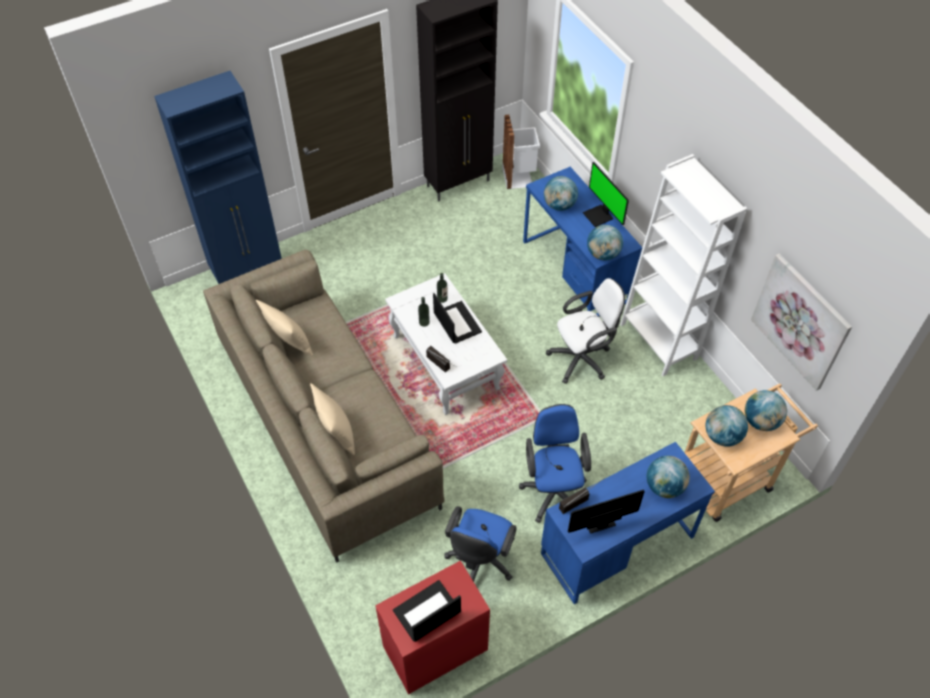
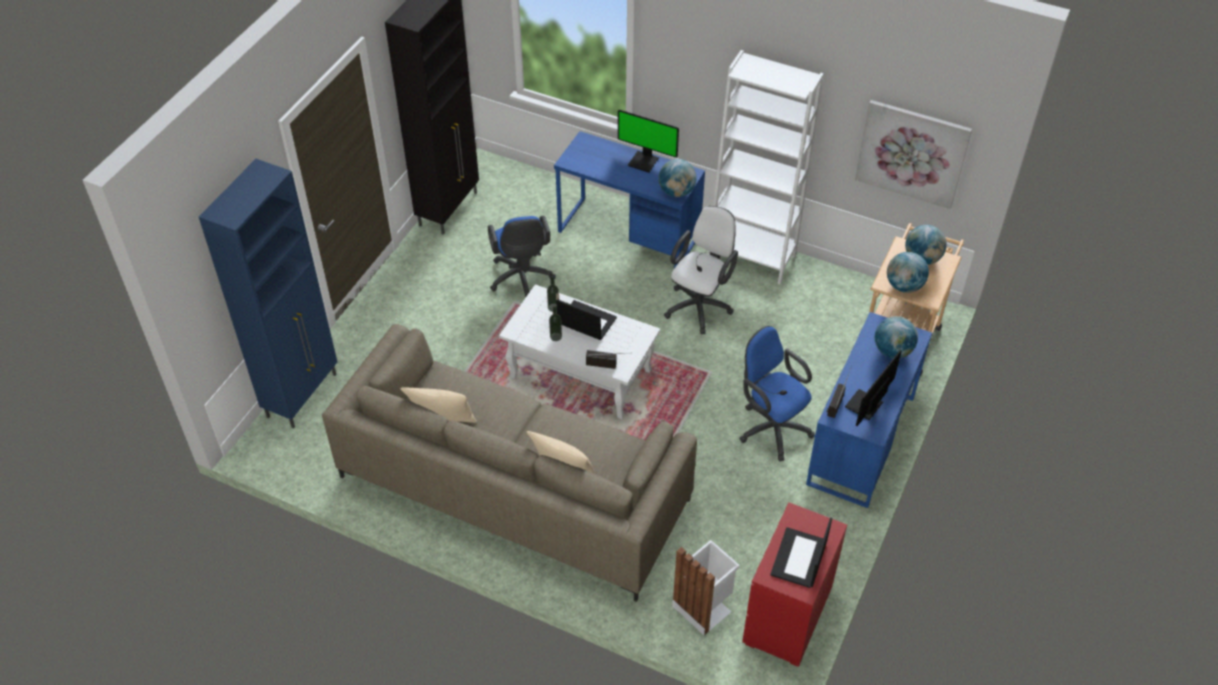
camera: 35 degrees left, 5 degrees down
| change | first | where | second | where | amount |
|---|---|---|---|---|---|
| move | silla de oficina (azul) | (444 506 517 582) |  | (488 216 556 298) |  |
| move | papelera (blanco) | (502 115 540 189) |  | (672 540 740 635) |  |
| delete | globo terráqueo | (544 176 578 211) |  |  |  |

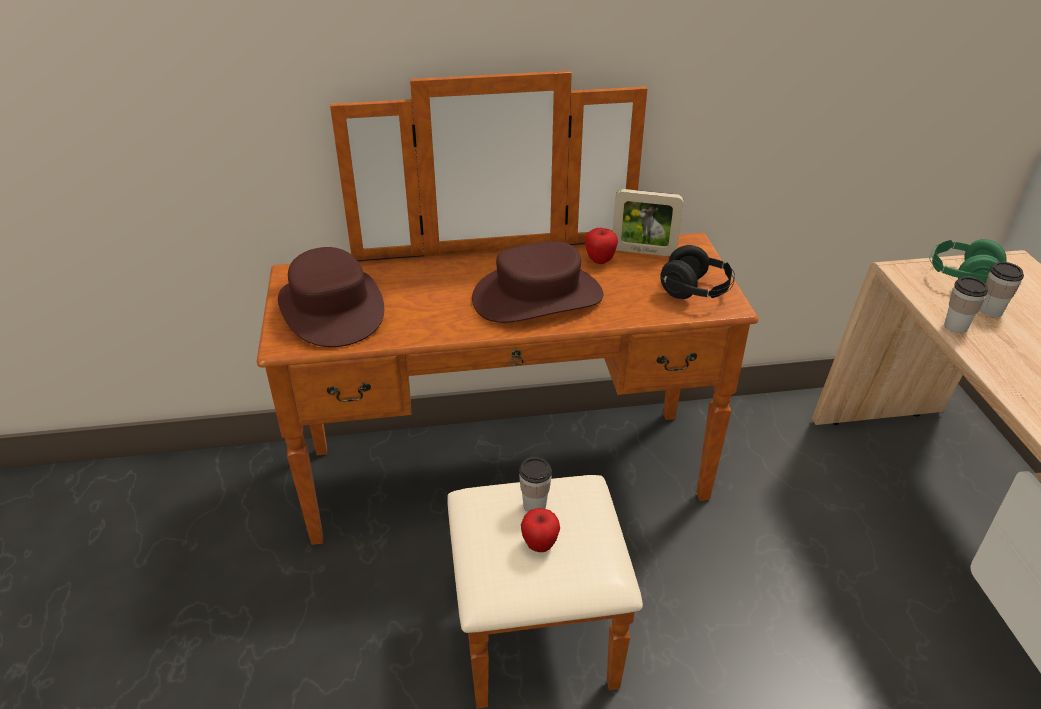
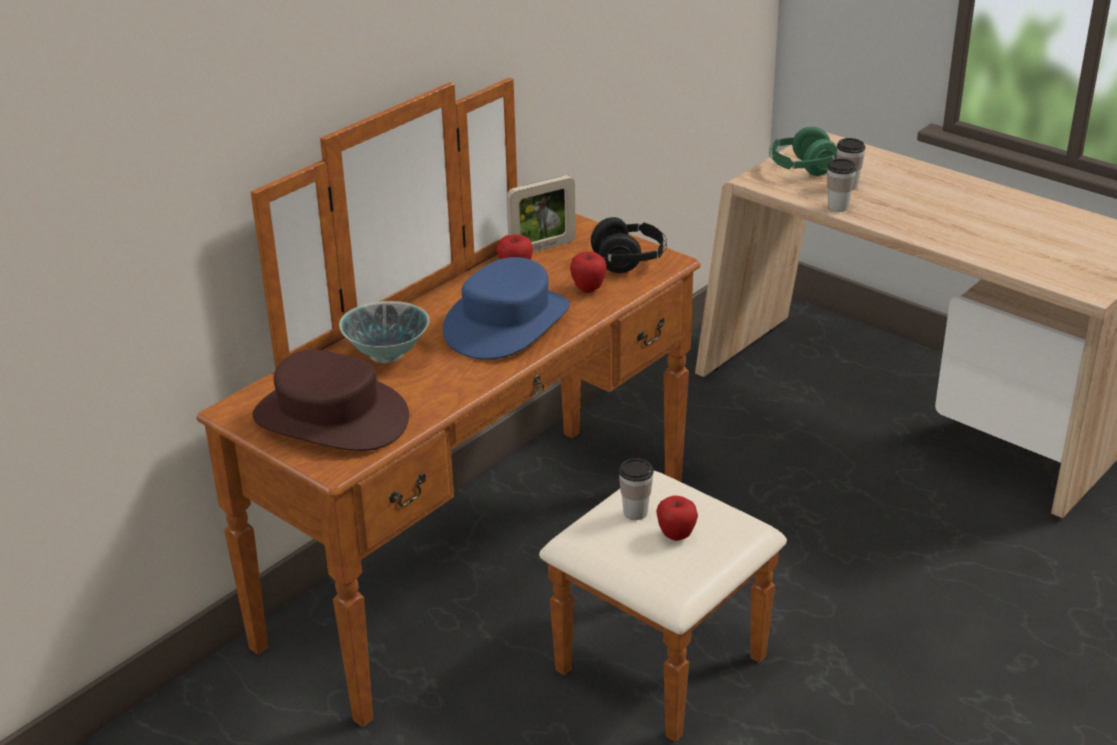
camera: 40 degrees left, 5 degrees down
| change | first | where | second | where | amount |
|---|---|---|---|---|---|
| recolor | sombrero (marrón) | (472 241 603 323) | sombrero (azul) | (443 257 570 360) |  |
| insert |  |  | cuenco | (339 301 429 363) |  |
| insert |  |  | manzana | (570 251 607 293) |  |

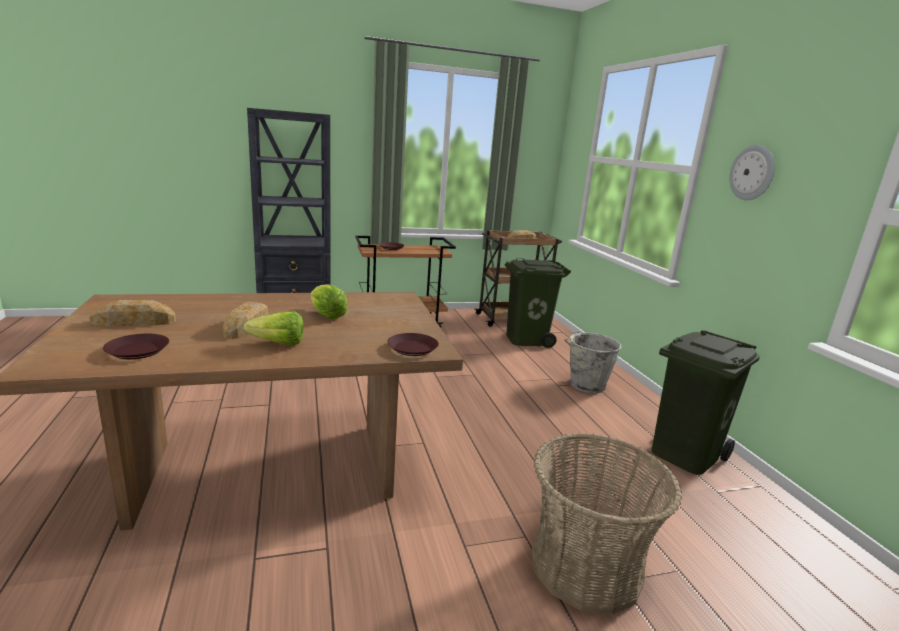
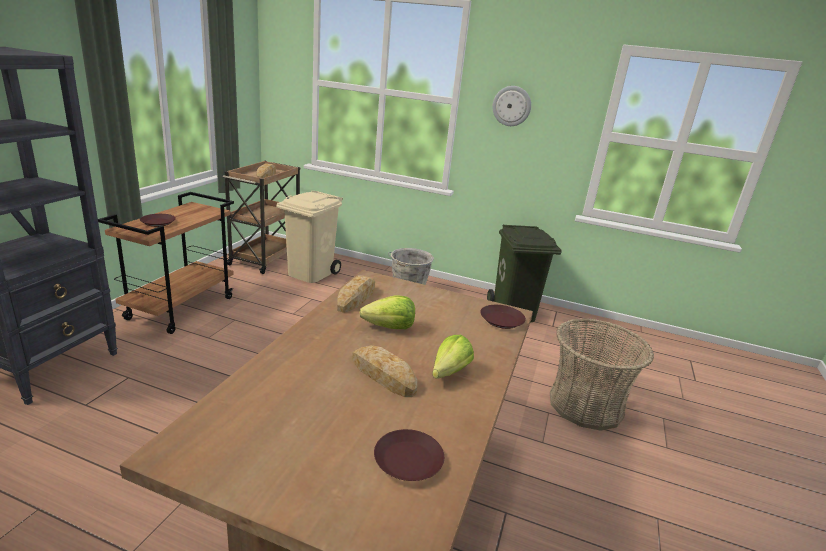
camera: 55 degrees left, 5 degrees up
| change | first | where | second | where | amount |
|---|---|---|---|---|---|
| move | pan | (89 300 176 326) |  | (337 275 375 313) |  |
| recolor | papelera (verde) | (505 258 571 348) | papelera (beis) | (277 191 343 283) |  |

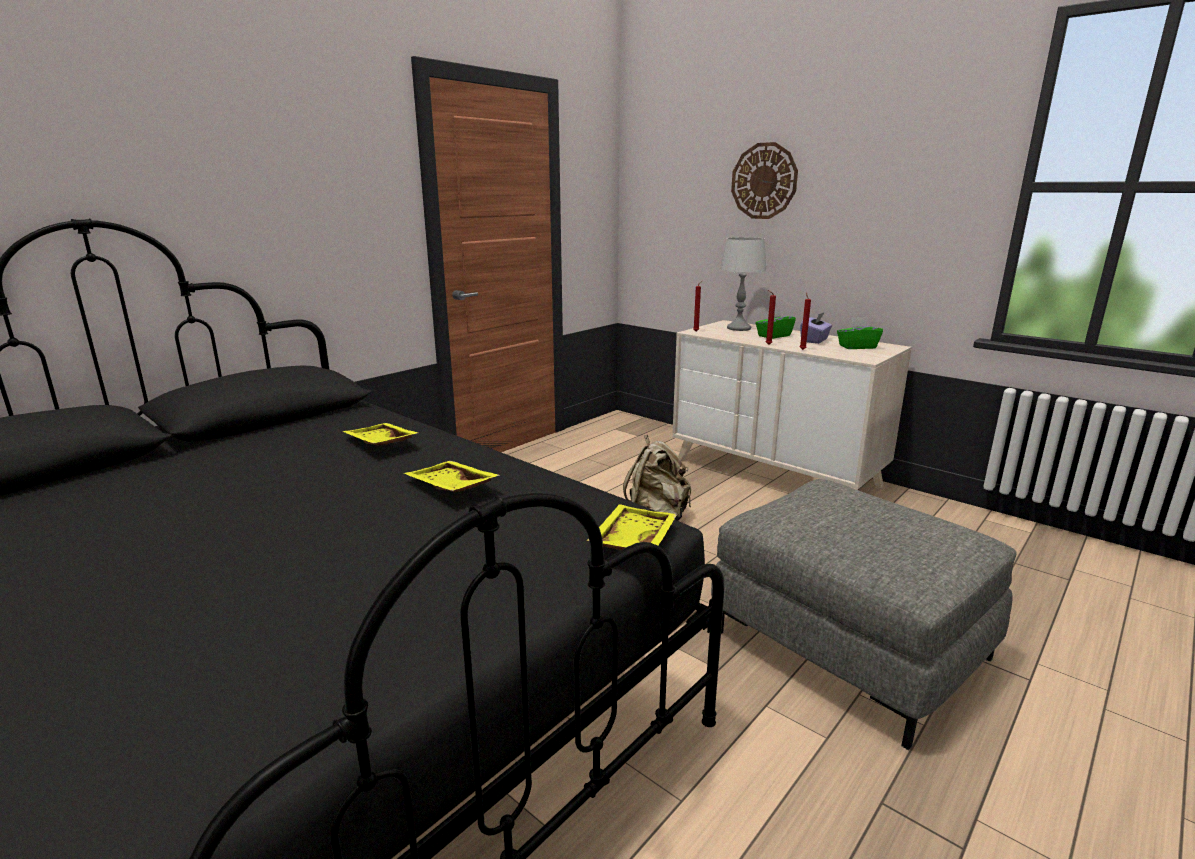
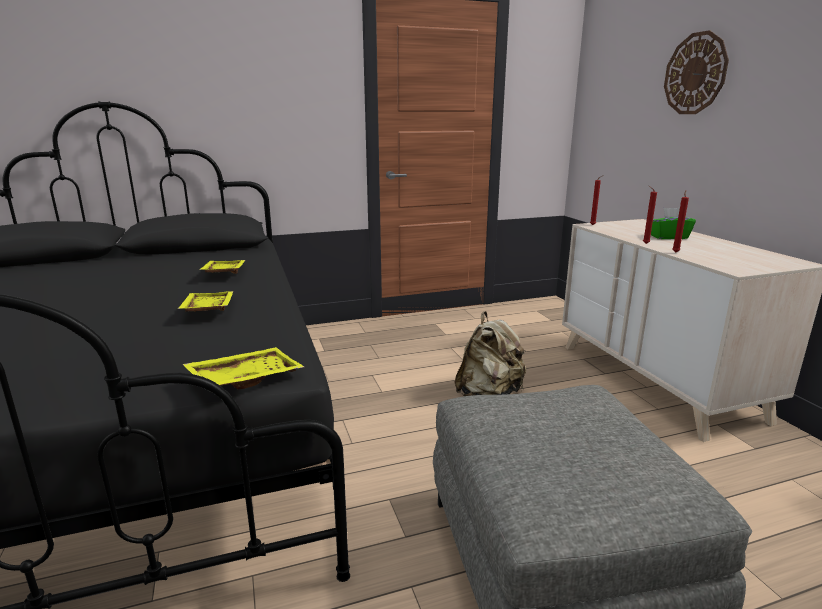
camera: 30 degrees right, 0 degrees up
| change | first | where | second | where | amount |
|---|---|---|---|---|---|
| delete | lámpara de mesa (gris) | (720 237 767 331) |  |  |  |
| delete | caja de pañuelos (morado) | (800 312 832 344) |  |  |  |
| delete | caja de pañuelos (verde) | (837 317 883 349) |  |  |  |

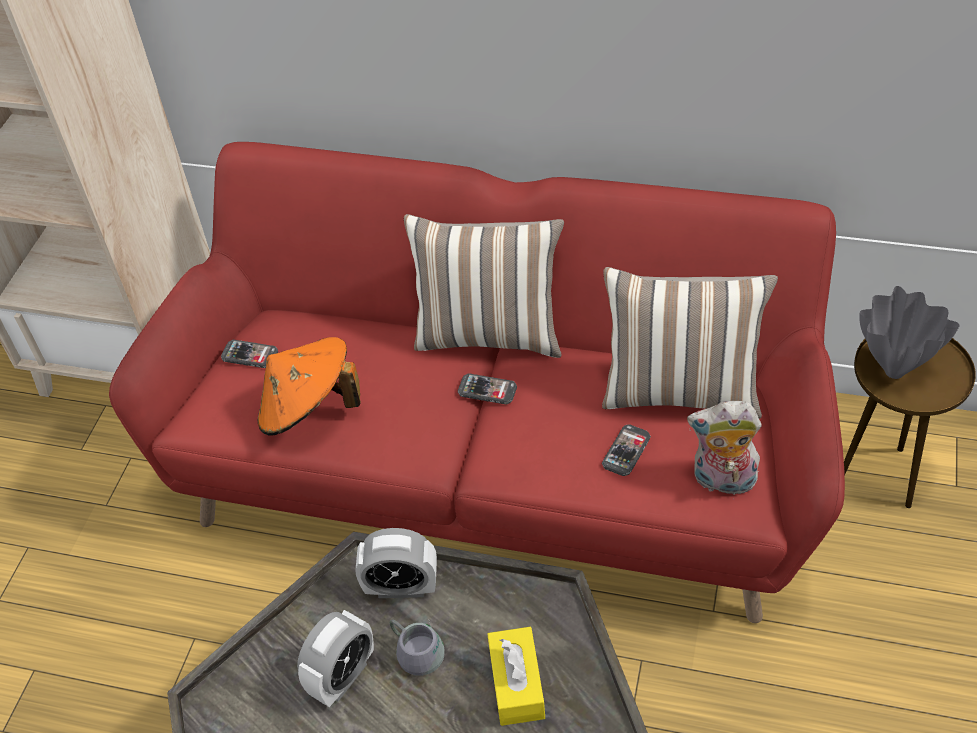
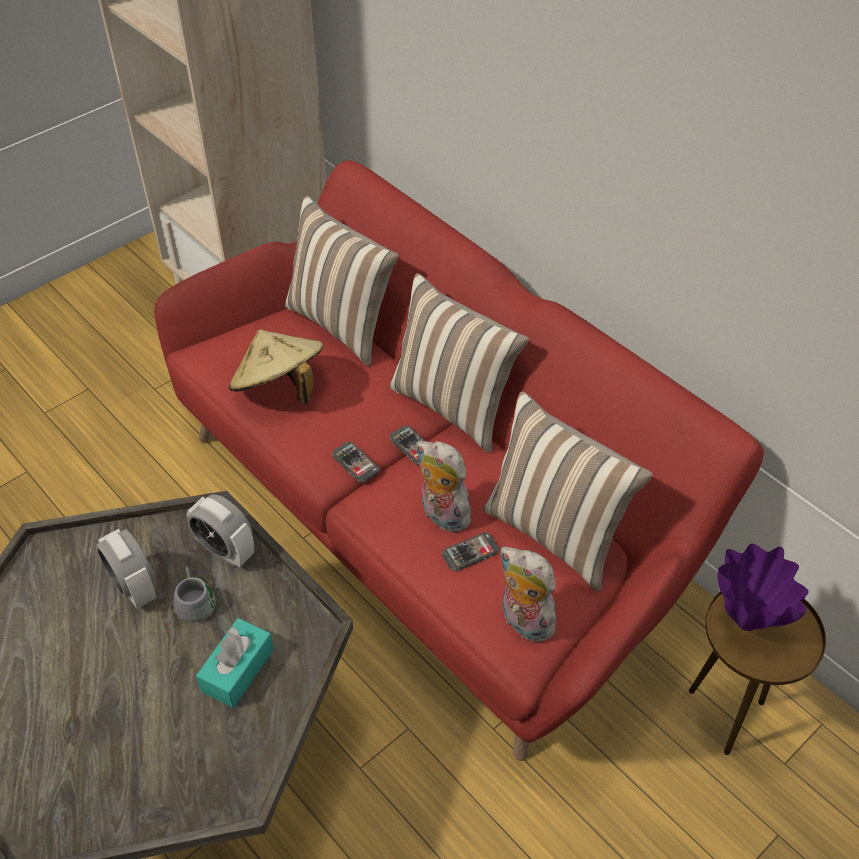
camera: 30 degrees right, 0 degrees up
| change | first | where | second | where | amount |
|---|---|---|---|---|---|
| move | móvil | (221 340 278 368) |  | (332 442 380 483) |  |
| recolor | sombrero (naranja) | (258 337 361 436) | sombrero (beis) | (229 329 323 404) |  |
| rotate | despertador | (297 610 374 707) |  | (96 529 157 609) | 75 degrees clockwise |
| recolor | caja de pañuelos (amarillo) | (487 627 545 726) | caja de pañuelos (turquesa) | (196 618 274 708) |  |
| recolor | florero (gris) | (860 286 960 379) | florero (morado) | (718 544 809 631) |  |
| insert |  |  | cojín | (285 196 399 367) |  |
| insert |  |  | peluche | (416 441 475 532) |  |

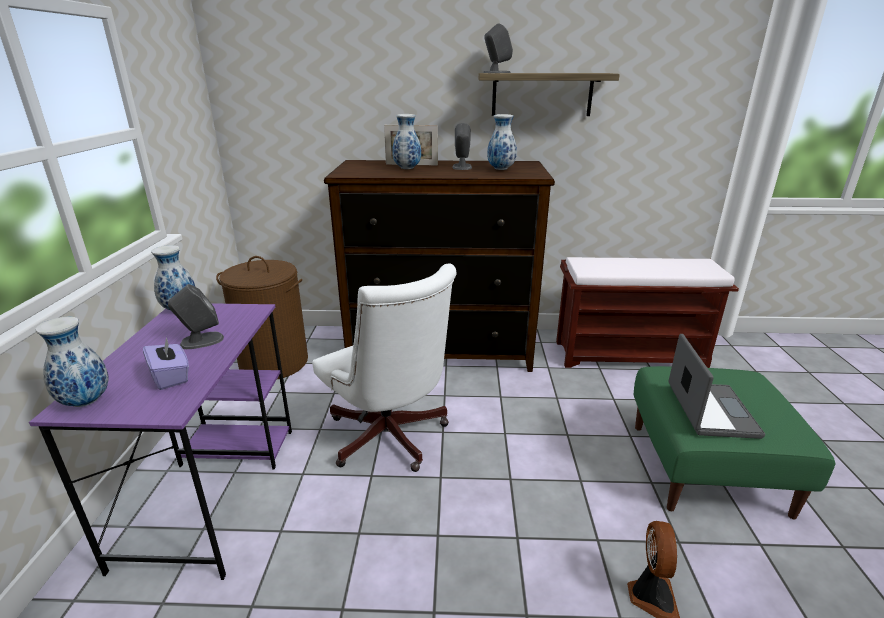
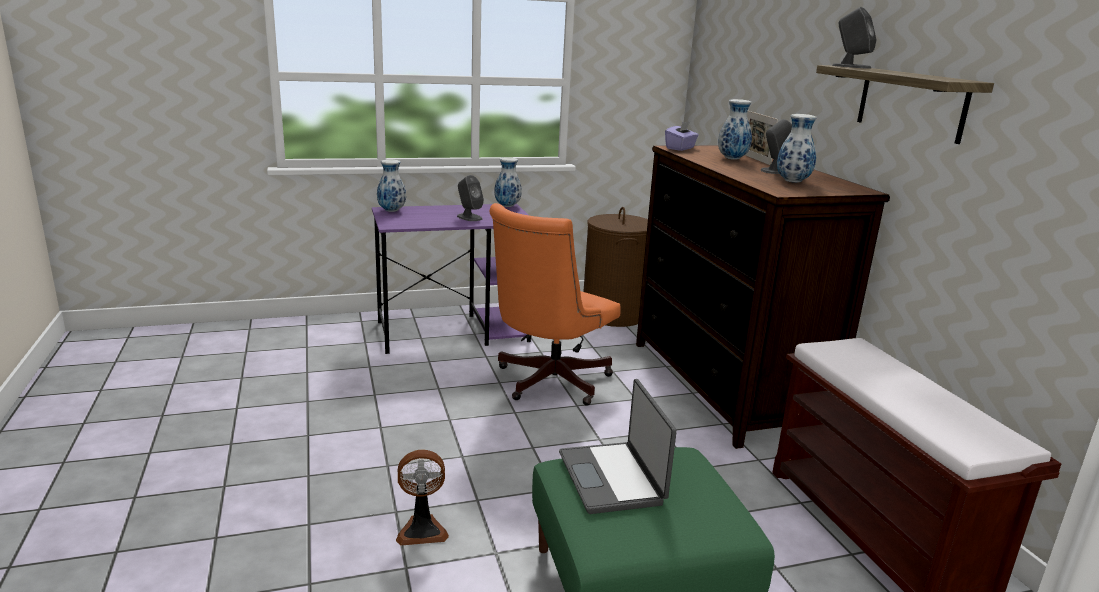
camera: 70 degrees right, 5 degrees down
| change | first | where | second | where | amount |
|---|---|---|---|---|---|
| move | caja de pañuelos (morado) | (143 336 189 390) |  | (665 121 699 151) |  |
| recolor | silla de oficina (blanco) | (312 263 457 472) | silla de oficina (naranja) | (490 203 621 406) |  |
| rotate | portátil | (669 334 765 439) |  | (559 379 677 514) | 90 degrees clockwise |

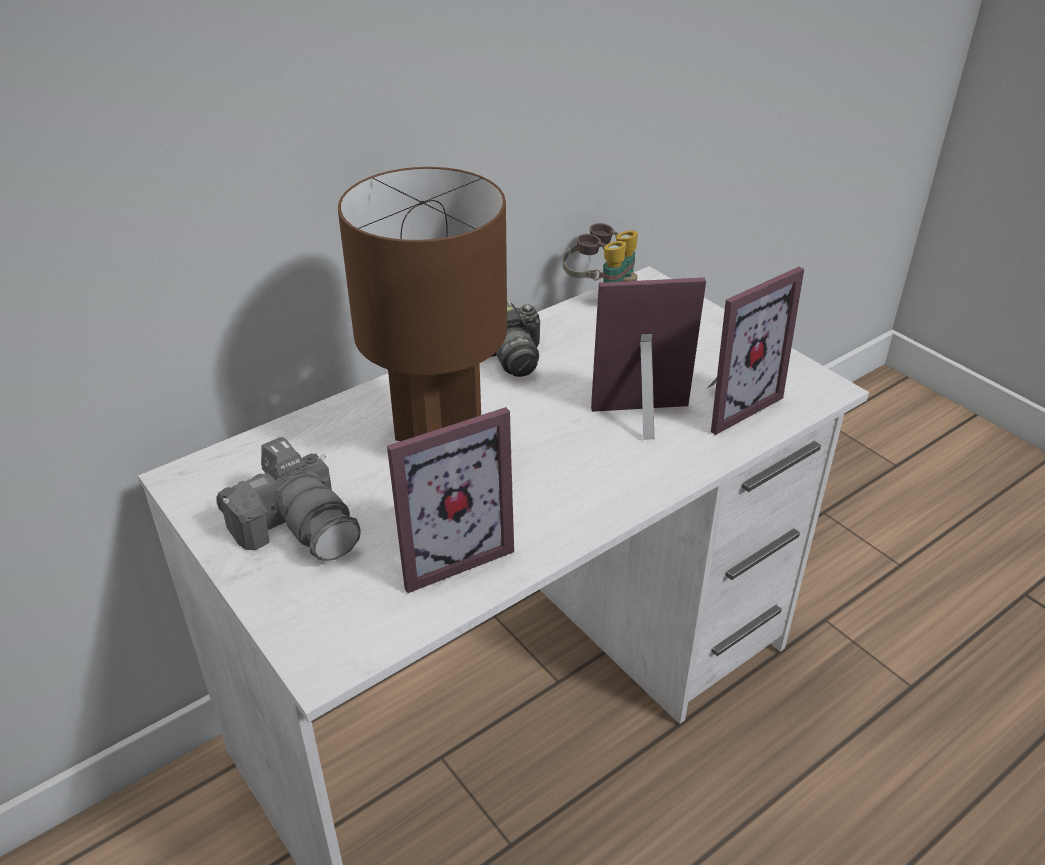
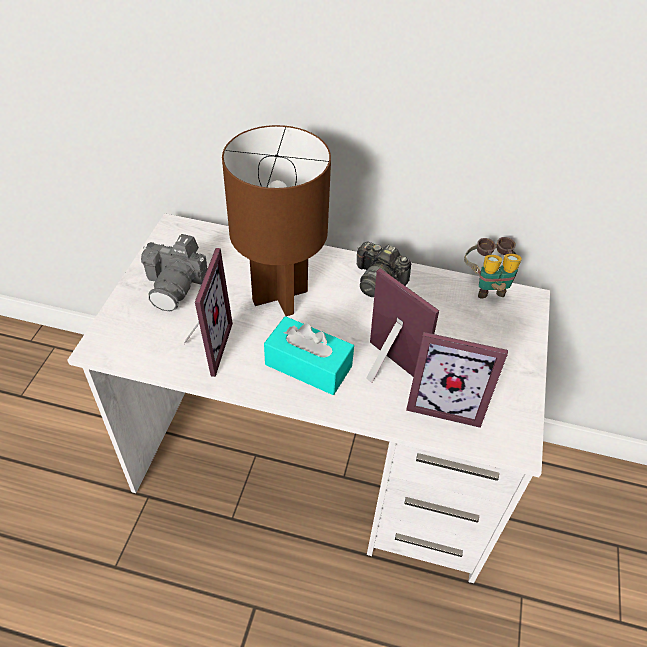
camera: 50 degrees right, 10 degrees up
| change | first | where | second | where | amount |
|---|---|---|---|---|---|
| rotate | portarretratos | (387 407 514 593) |  | (184 248 233 377) | 105 degrees counterclockwise |
| insert |  |  | caja de pañuelos (turquesa) | (264 316 354 395) |  |

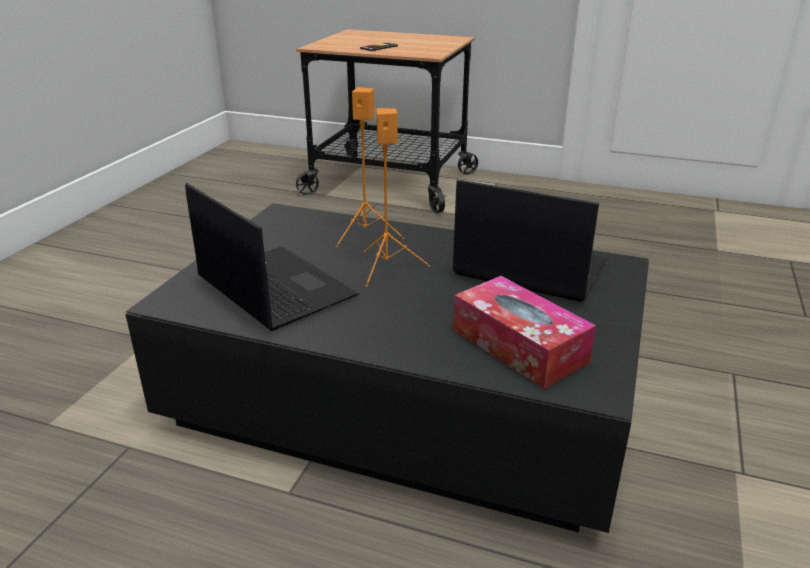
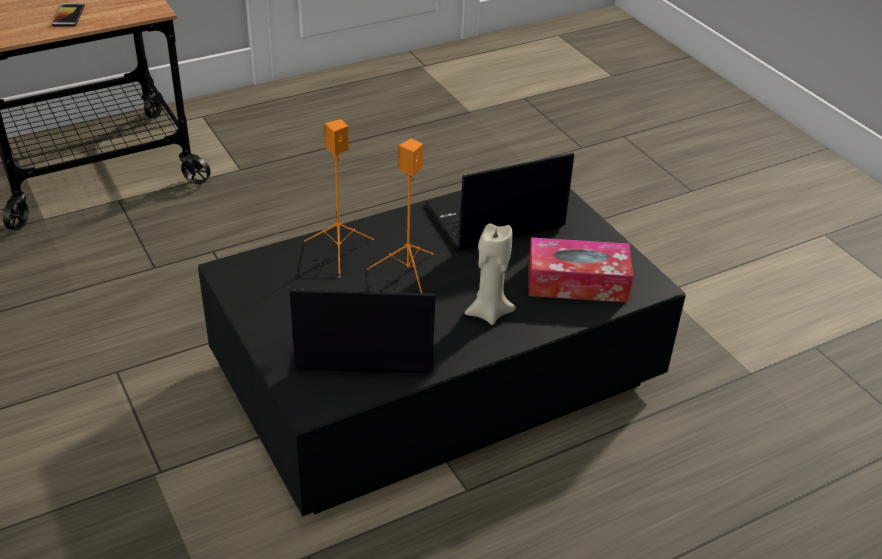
camera: 50 degrees left, 10 degrees up
| change | first | where | second | where | amount |
|---|---|---|---|---|---|
| insert |  |  | vela (beis) | (464 224 516 325) |  |

